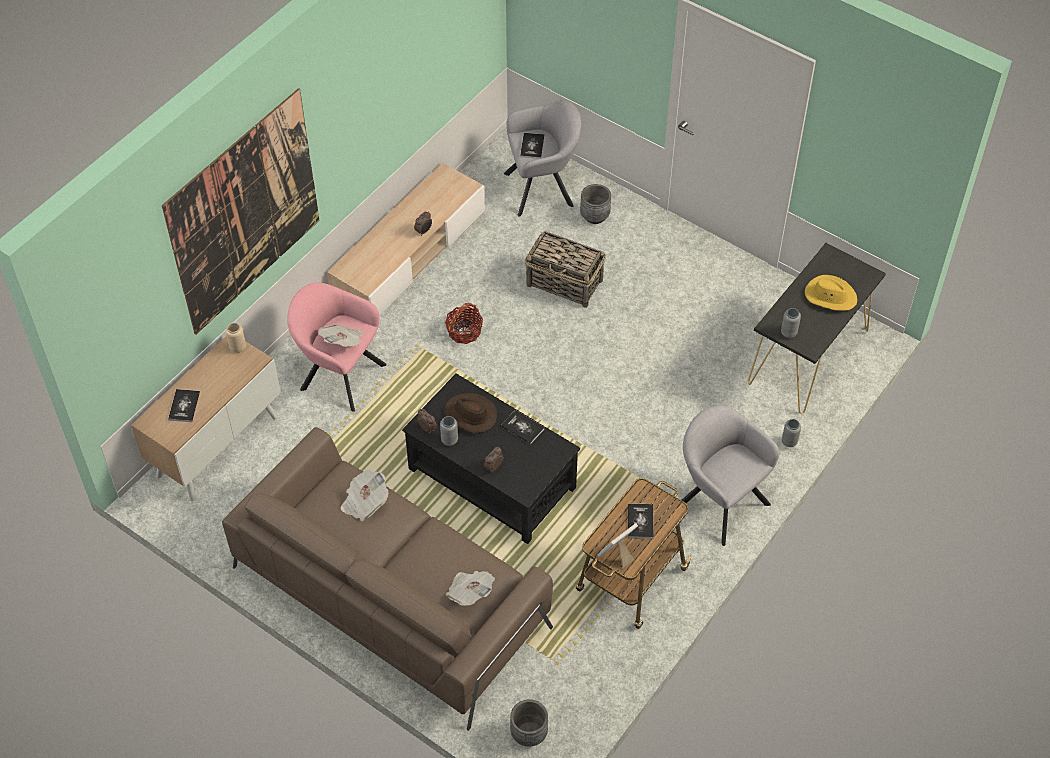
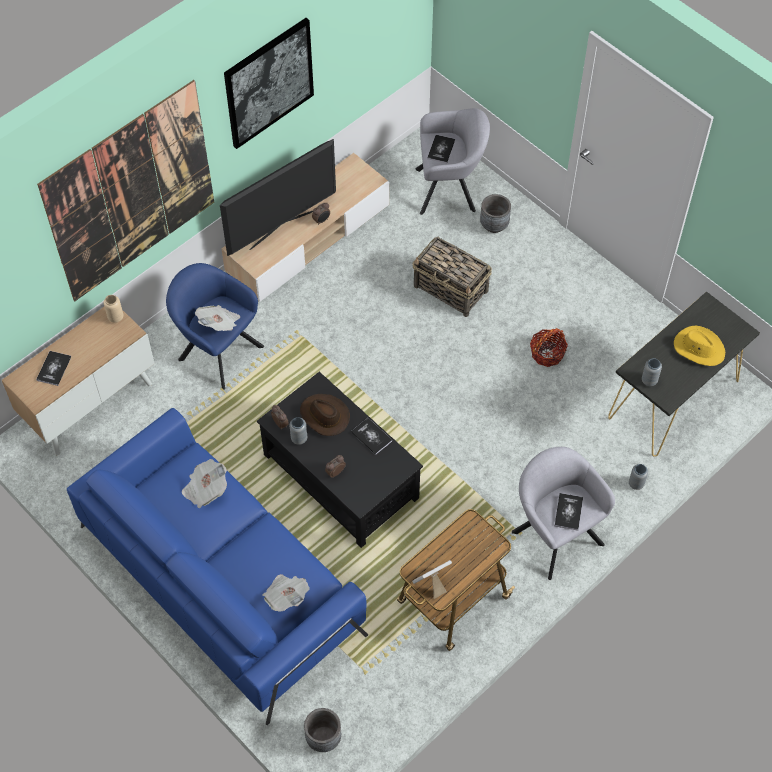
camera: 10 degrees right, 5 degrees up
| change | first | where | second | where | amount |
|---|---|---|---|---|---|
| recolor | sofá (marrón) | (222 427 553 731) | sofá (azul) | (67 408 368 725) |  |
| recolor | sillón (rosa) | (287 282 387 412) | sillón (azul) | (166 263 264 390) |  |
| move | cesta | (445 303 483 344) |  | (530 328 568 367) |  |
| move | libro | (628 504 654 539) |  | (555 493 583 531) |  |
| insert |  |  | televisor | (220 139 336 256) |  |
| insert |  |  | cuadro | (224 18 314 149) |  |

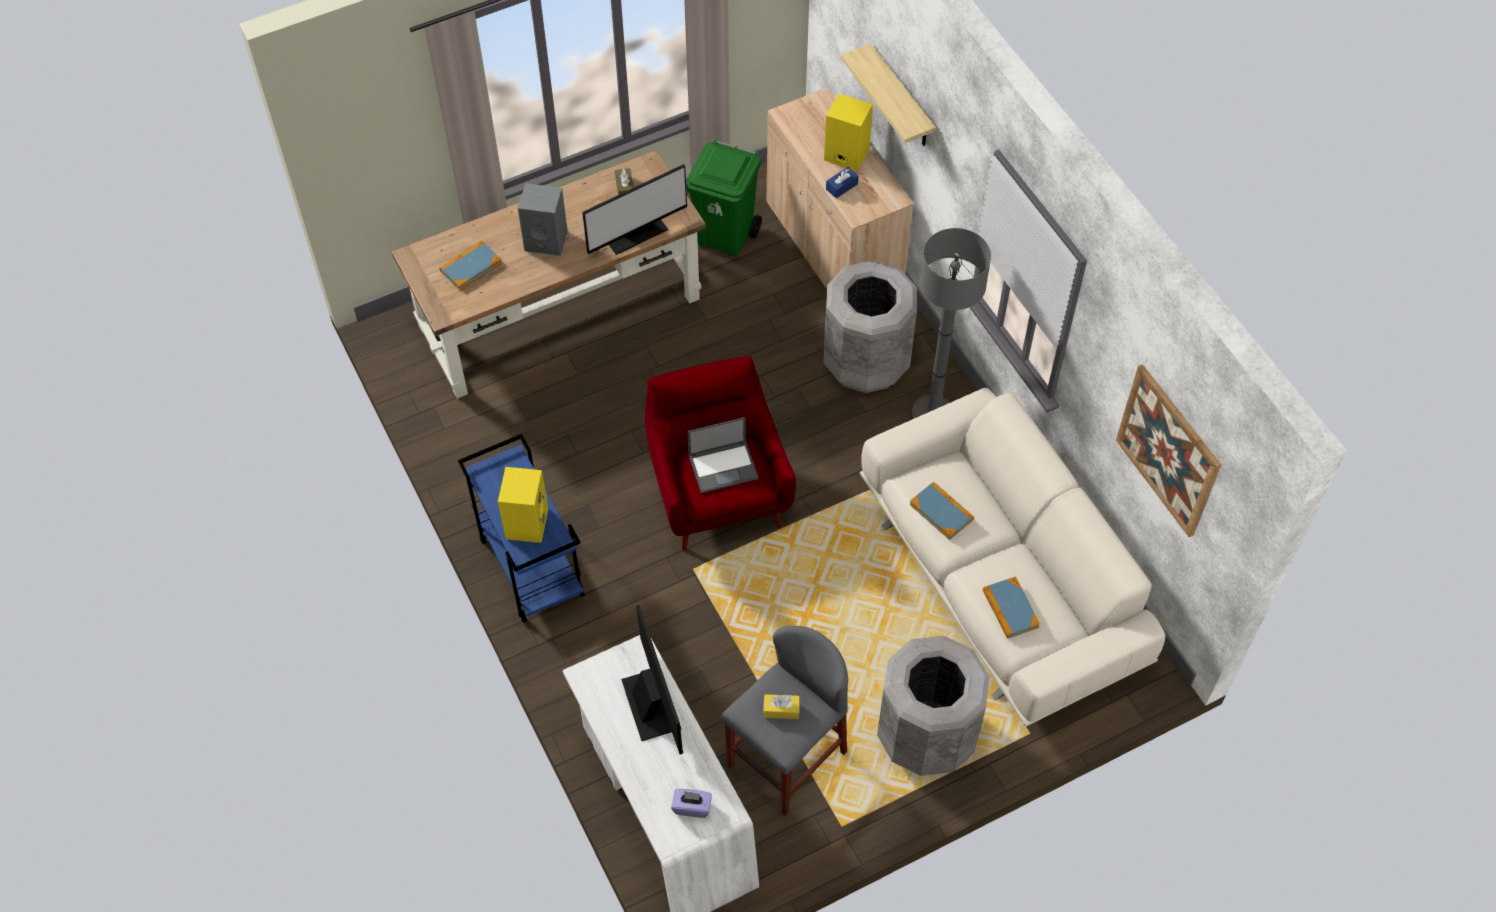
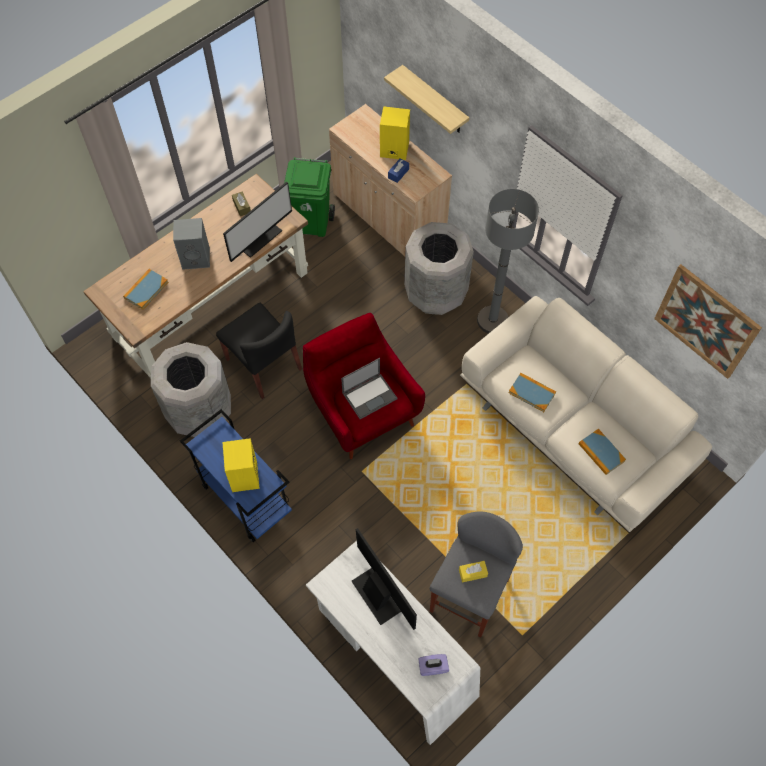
camera: 15 degrees left, 5 degrees up
| change | first | where | second | where | amount |
|---|---|---|---|---|---|
| move | papelera (gris) | (877 636 990 776) |  | (151 342 231 437) |  |
| insert |  |  | silla (negro) | (216 303 302 399) |  |

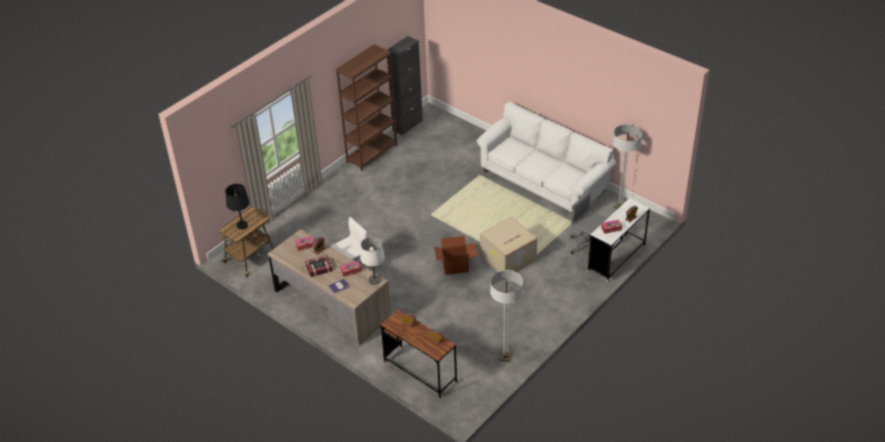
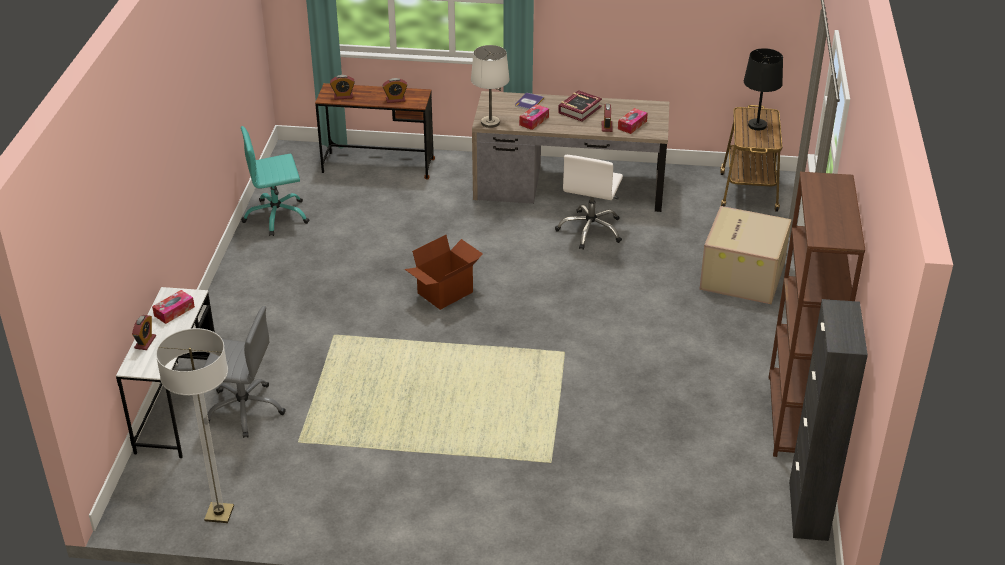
camera: 145 degrees right, 5 degrees down
| change | first | where | second | where | amount |
|---|---|---|---|---|---|
| delete | sofá (blanco) | (477 102 616 212) |  |  |  |
| move | caja de cartón | (480 217 537 272) |  | (699 206 792 304) |  |
| replace | lámpara de pie | (490 270 523 362) | silla de oficina (turquesa) | (241 126 309 236) |  |

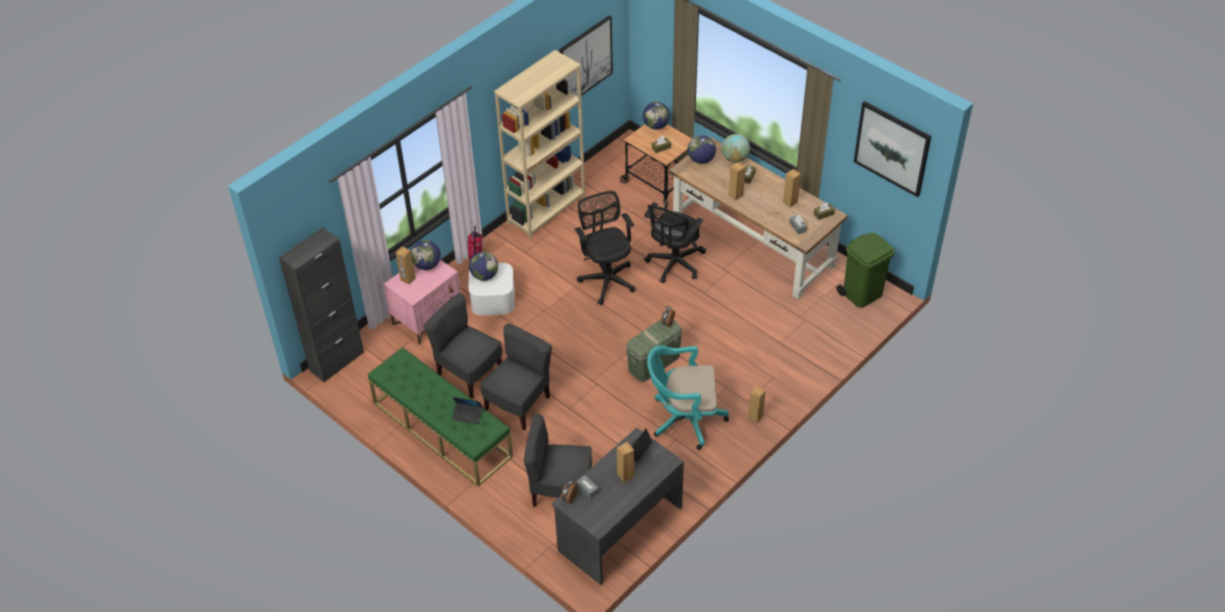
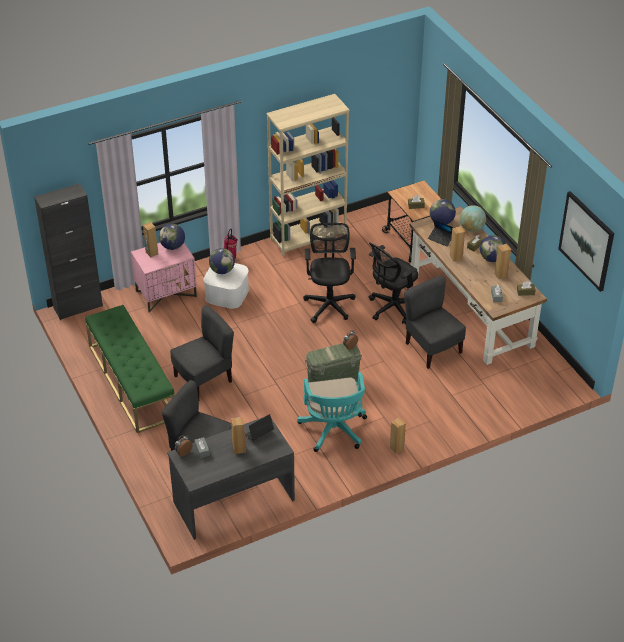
camera: 20 degrees right, 5 degrees down
| change | first | where | second | where | amount |
|---|---|---|---|---|---|
| move | silla (gris) | (424 293 502 398) |  | (404 276 466 369) |  |
| move | portátil | (452 397 483 425) |  | (428 219 453 247) |  |
| delete | cuadro | (559 16 613 96) |  |  |  |
| move | globo terráqueo | (643 102 670 130) |  | (480 235 506 262) |  |
| rotate | silla de oficina (turquesa) | (647 345 729 450) |  | (297 372 367 452) | 120 degrees counterclockwise |
| delete | papelera (verde) | (837 233 895 308) |  |  |  |

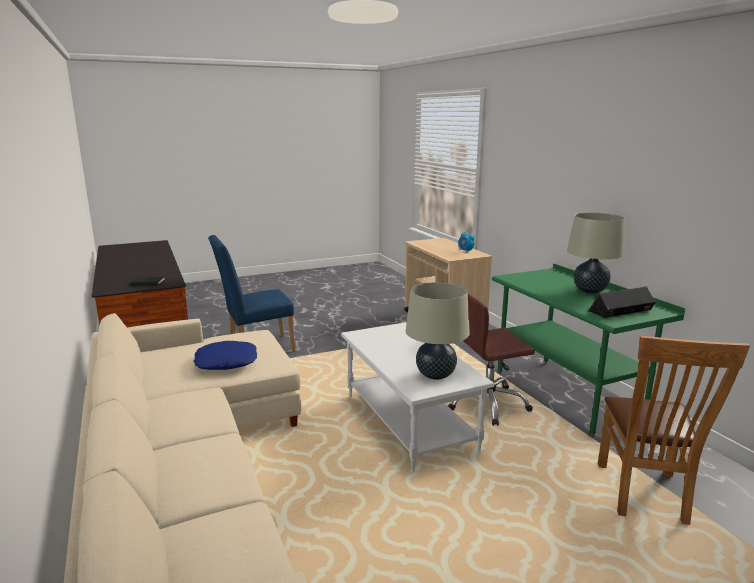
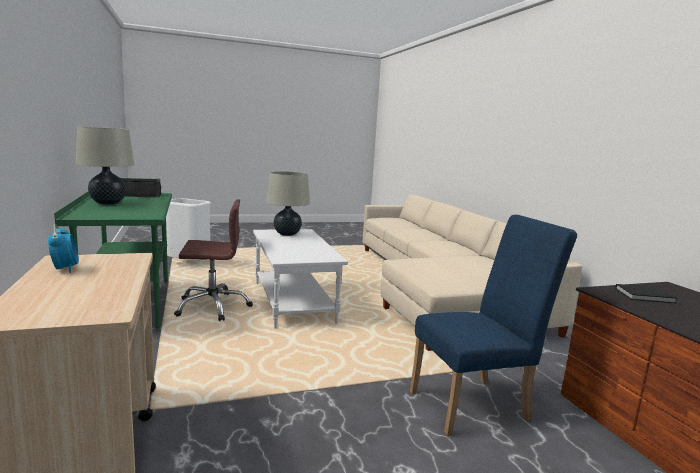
camera: 175 degrees left, 5 degrees down
| change | first | where | second | where | amount |
|---|---|---|---|---|---|
| delete | cojín (azul) | (194 341 257 370) |  |  |  |
| replace | silla (marrón) | (598 335 750 525) | papelera (blanco) | (166 198 211 261) |  |

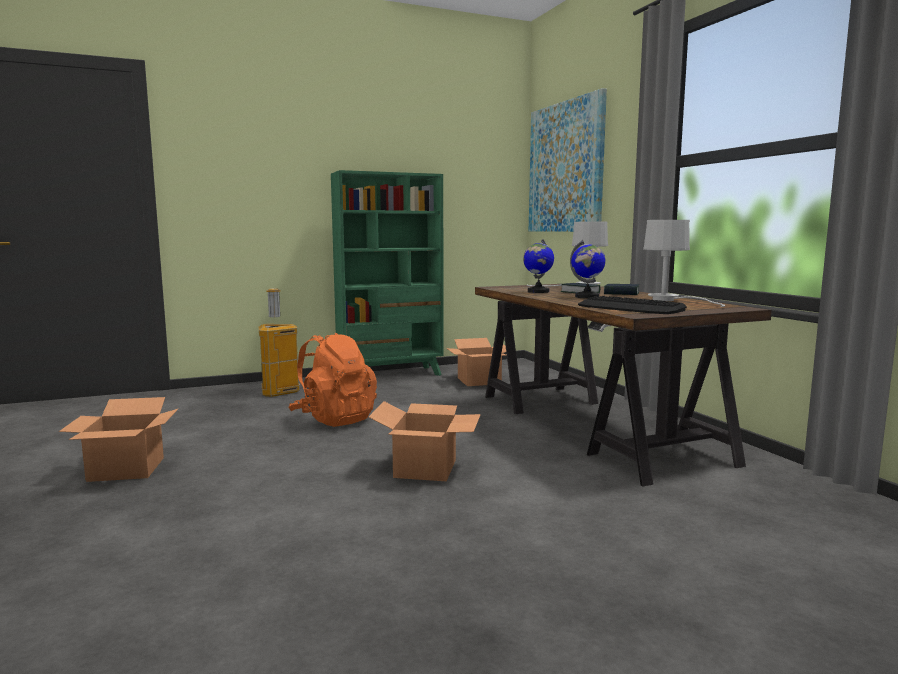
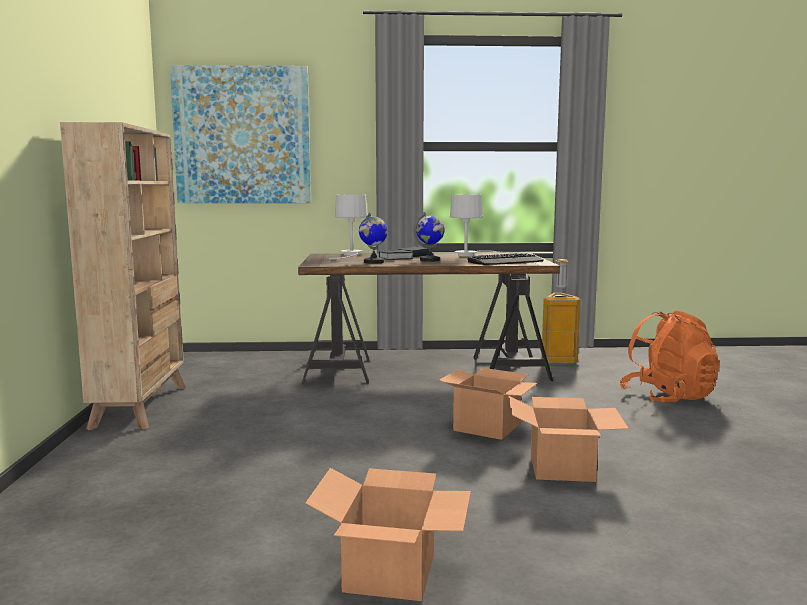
camera: 70 degrees left, 0 degrees up
| change | first | where | second | where | amount |
|---|---|---|---|---|---|
| move | papelera | (259 288 300 397) |  | (541 259 581 364) |  |
| move | mochila (naranja) | (289 333 377 427) |  | (619 310 720 402) |  |
| recolor | estantería (verde) | (331 170 444 376) | estantería (beis) | (60 122 186 430) |  |
| move | caja de cartón | (447 338 506 386) |  | (508 395 629 482) |  |

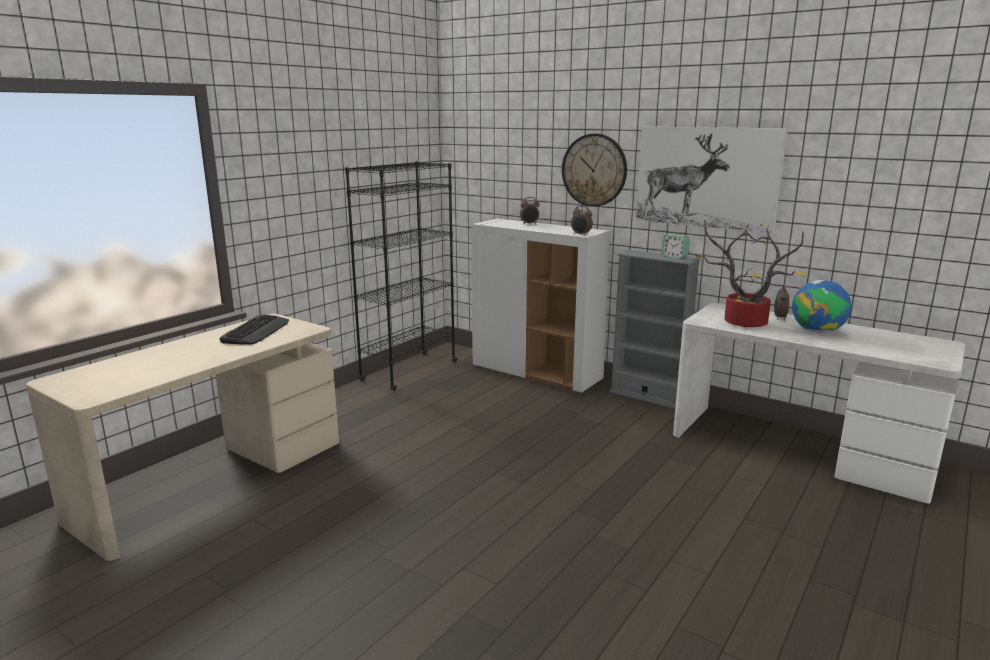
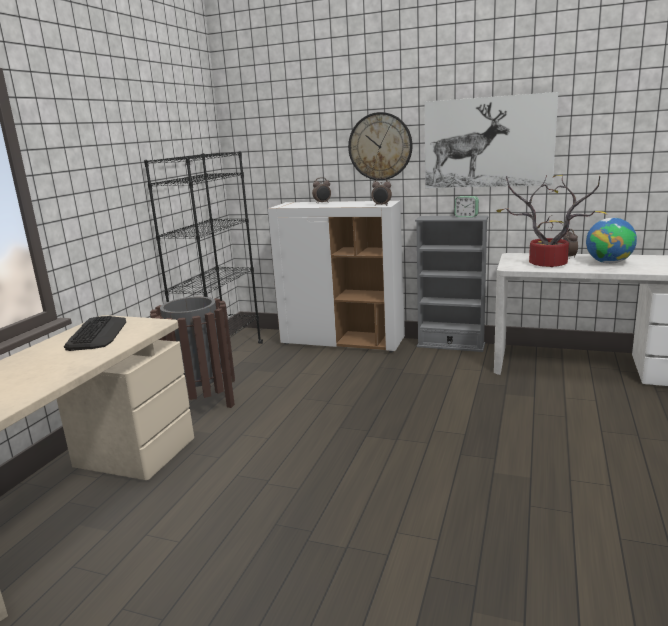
camera: 15 degrees left, 0 degrees up
| change | first | where | second | where | amount |
|---|---|---|---|---|---|
| insert |  |  | papelera (marrón) | (150 297 235 408) |  |

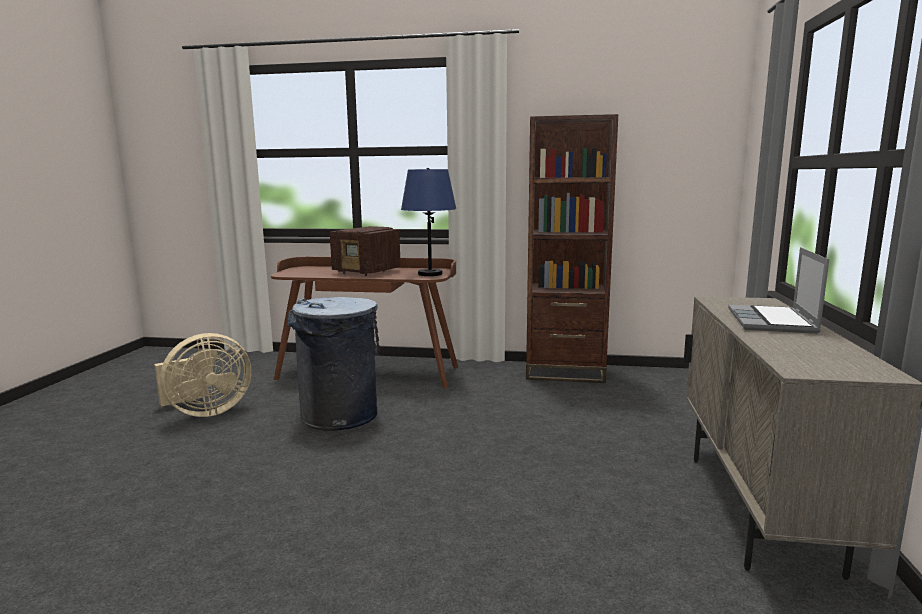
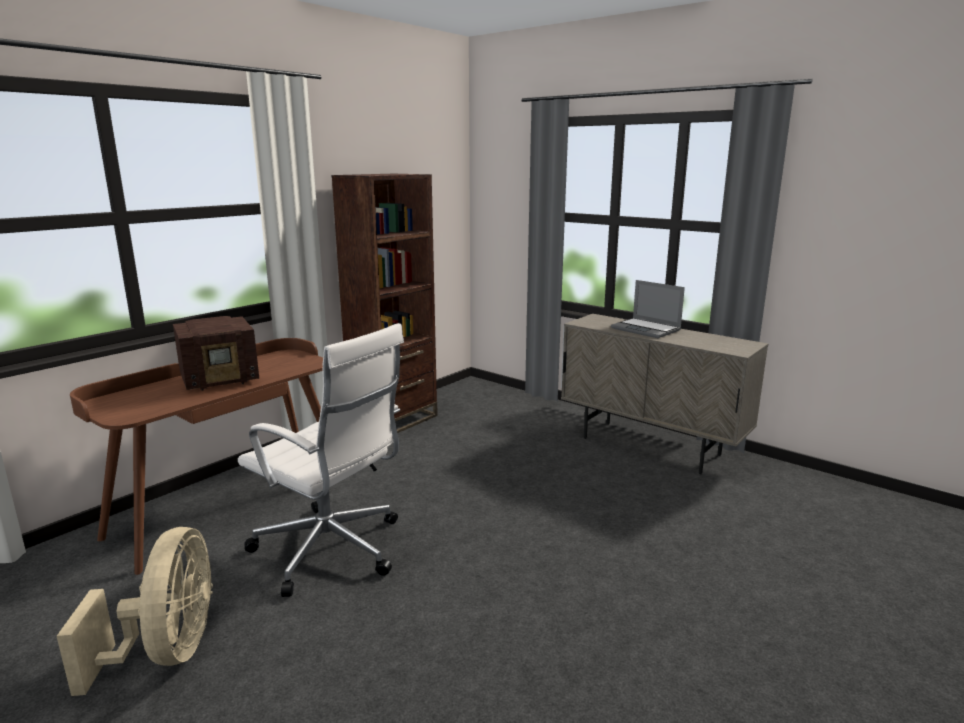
camera: 60 degrees left, 5 degrees up
| change | first | where | second | where | amount |
|---|---|---|---|---|---|
| replace | papelera (gris) | (287 297 381 431) | silla de oficina (blanco) | (238 323 404 597) |  |
| delete | lámpara de mesa (azul) | (401 168 456 276) |  |  |  |

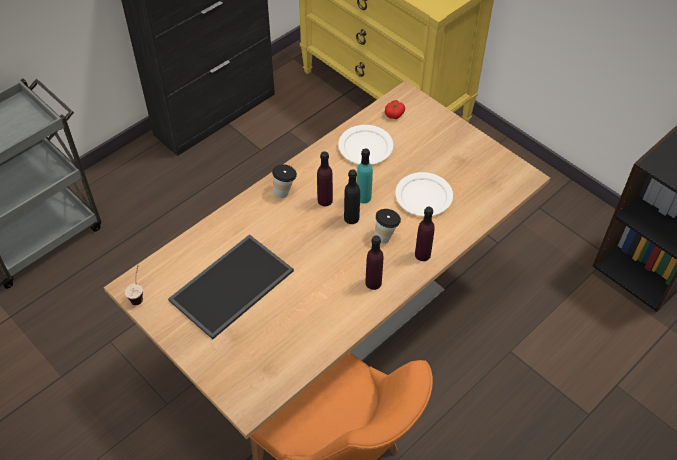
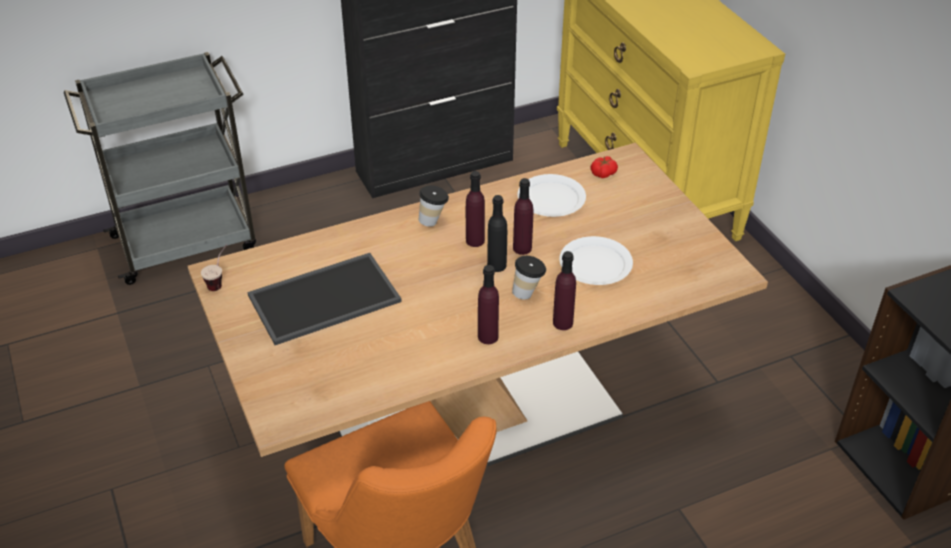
camera: 20 degrees right, 10 degrees down
| change | first | where | second | where | amount |
|---|---|---|---|---|---|
| recolor | botella (turquesa) | (357 148 373 203) | botella (morado) | (513 178 533 255) |  |

